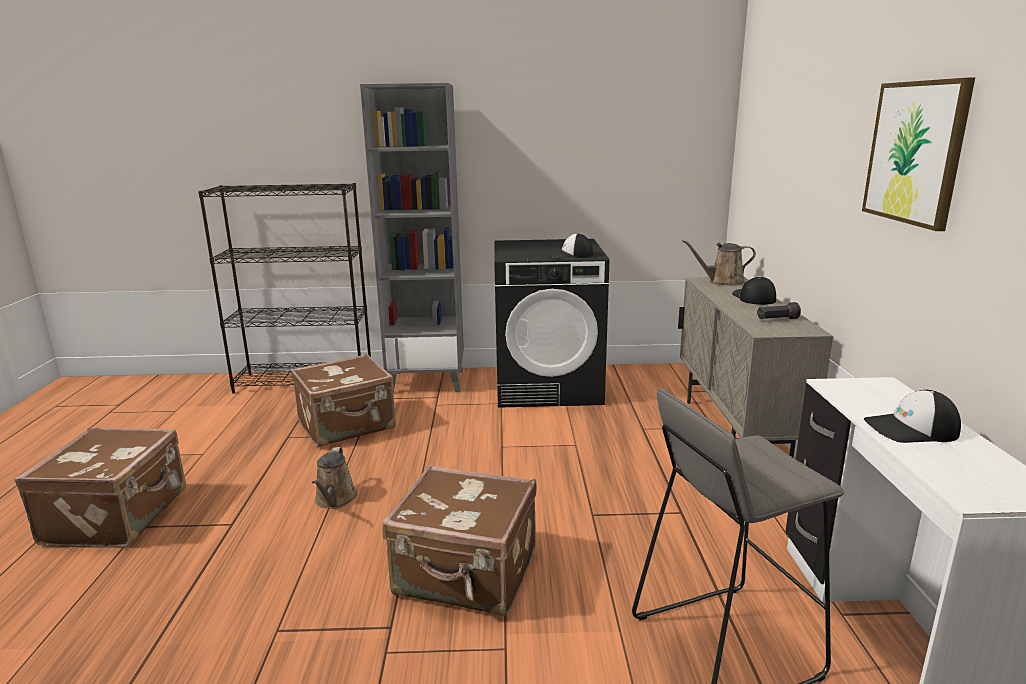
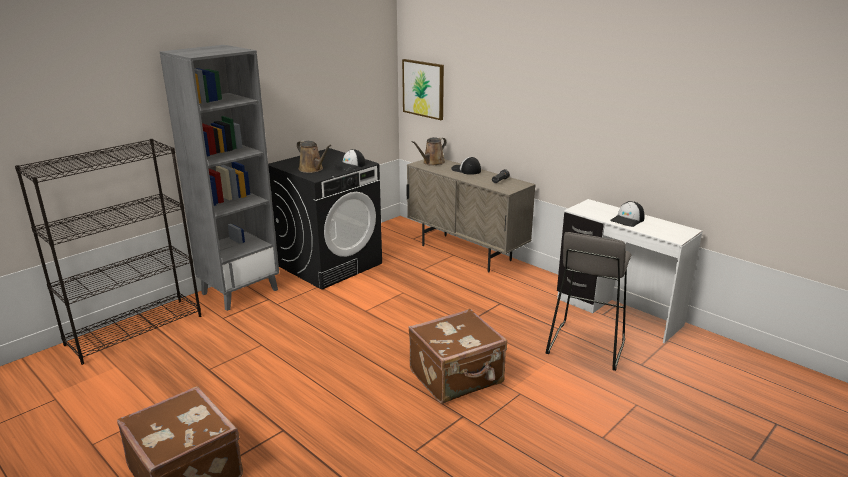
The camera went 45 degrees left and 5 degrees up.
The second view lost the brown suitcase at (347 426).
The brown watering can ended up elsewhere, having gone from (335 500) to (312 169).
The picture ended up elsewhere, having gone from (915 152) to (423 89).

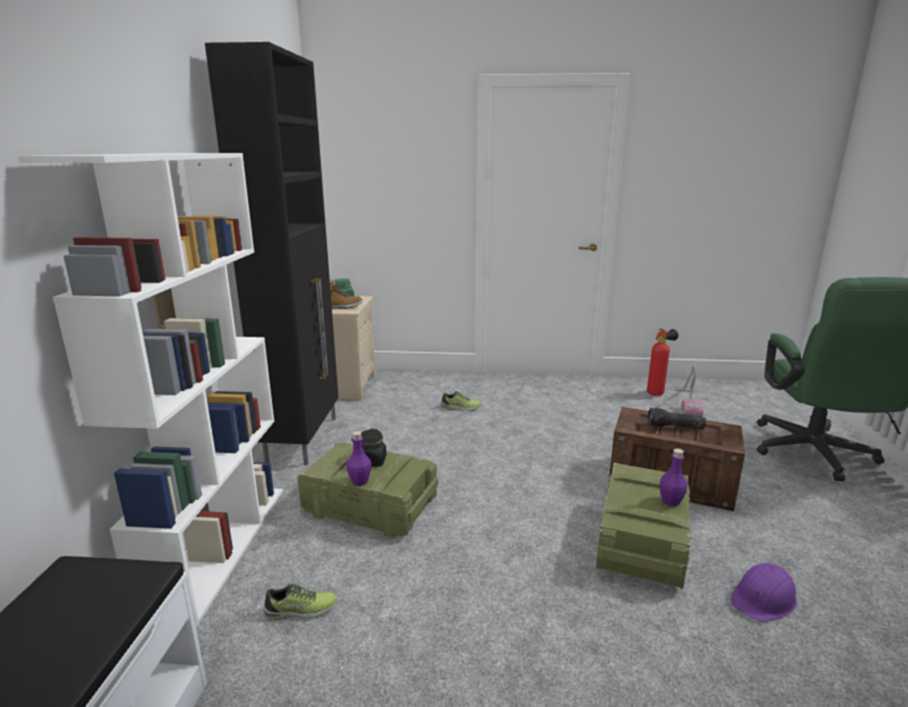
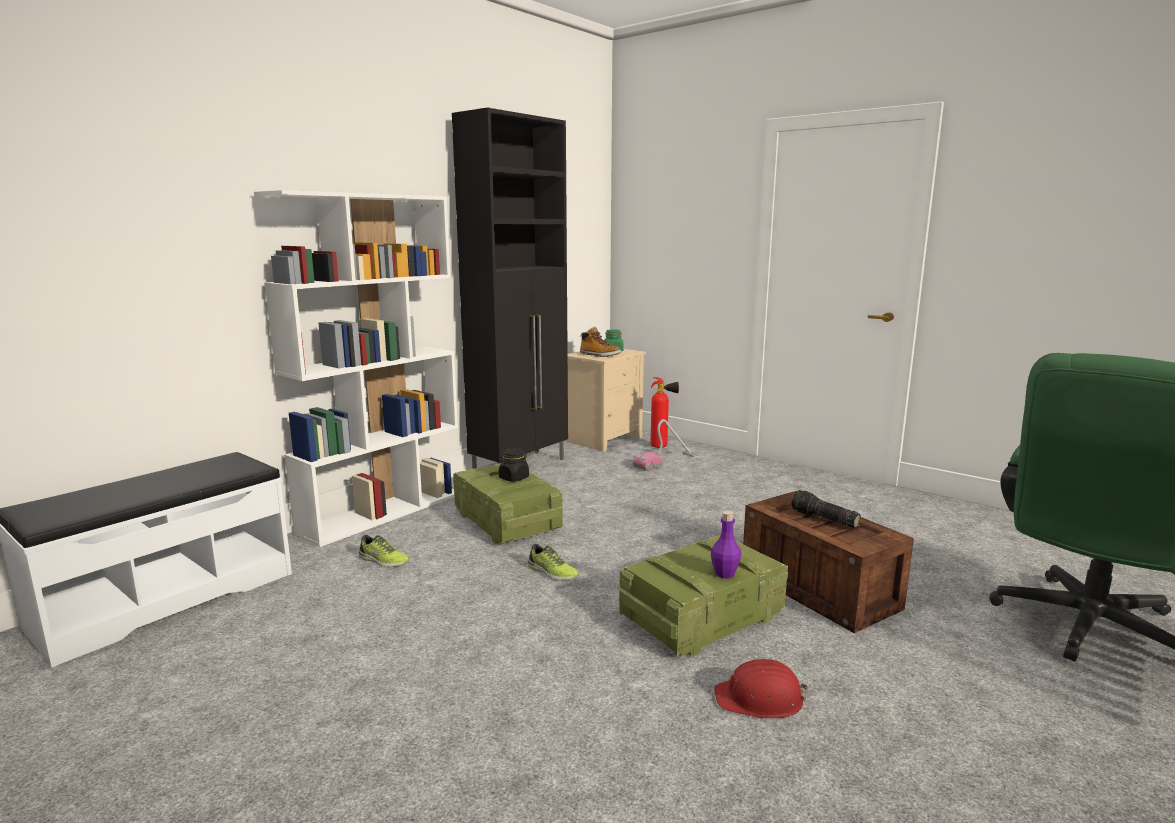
The camera went 35 degrees right and 5 degrees down.
The second view lost the purple bottle at (360 481).
The shoe ended up elsewhere, having gone from (460 407) to (551 572).
The fire extinguisher ended up elsewhere, having gone from (657 393) to (662 447).
The vacuum cleaner ended up elsewhere, having gone from (688 403) to (666 462).
What was the purple hard hat at (764 598) turned into the red hard hat at (760 699).

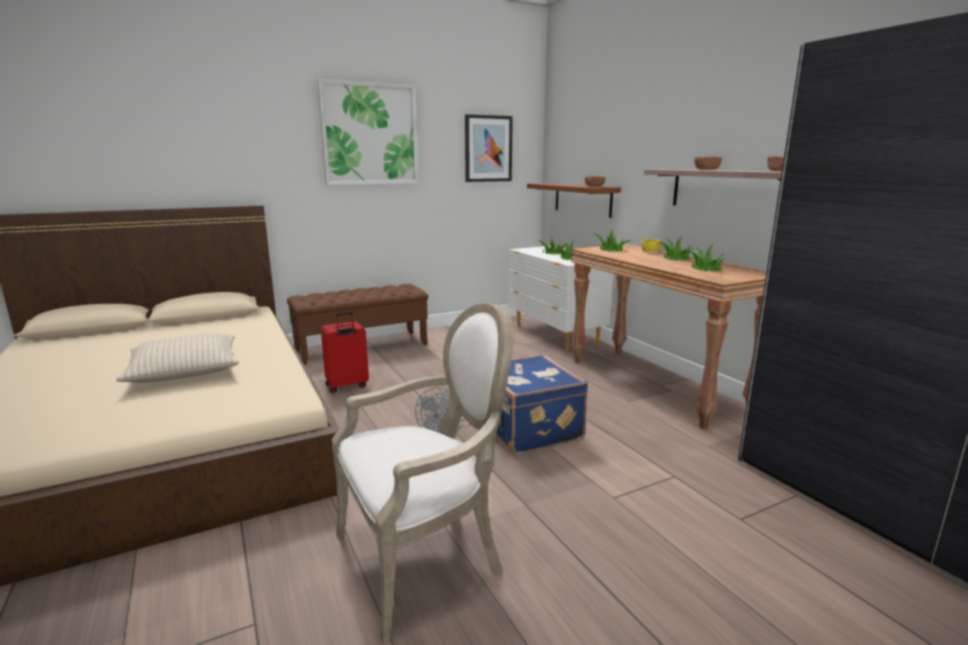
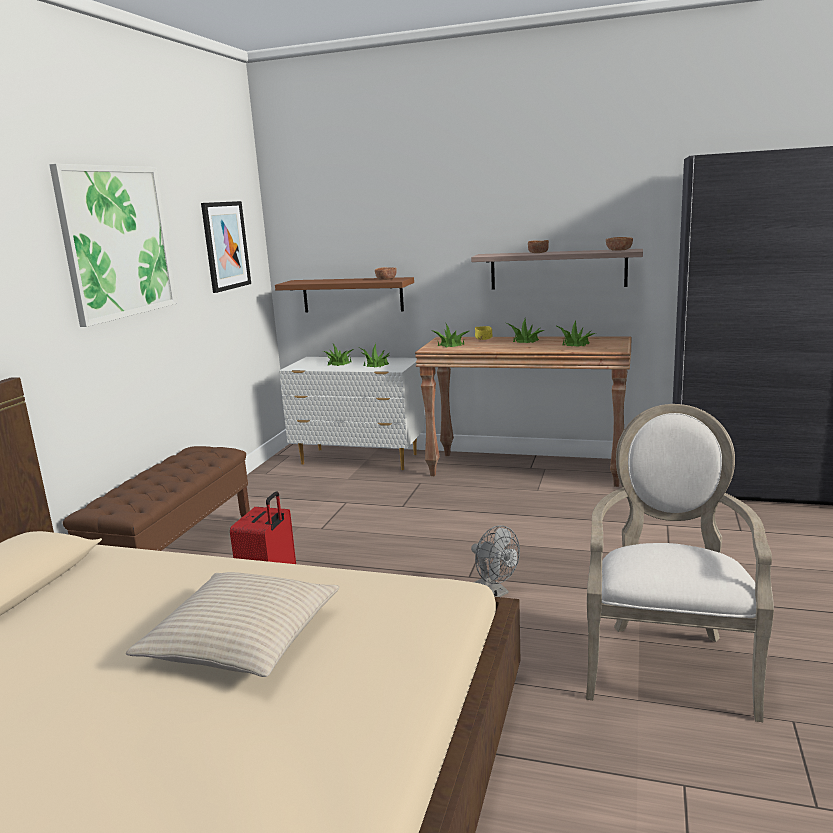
The camera went 45 degrees left and 0 degrees up.
The second view lost the blue suitcase at (527 429).

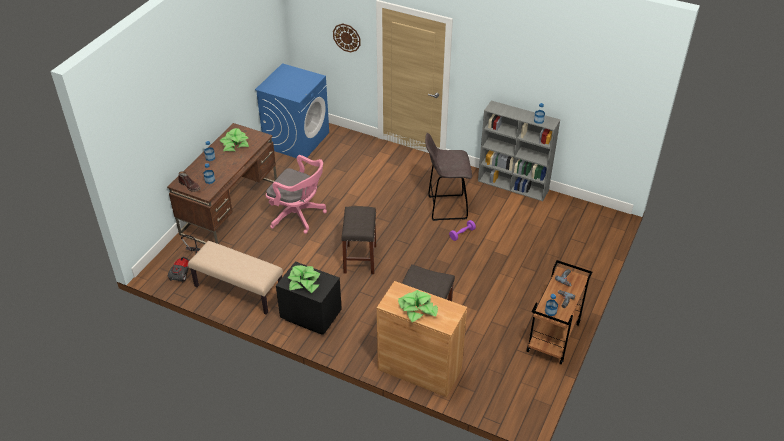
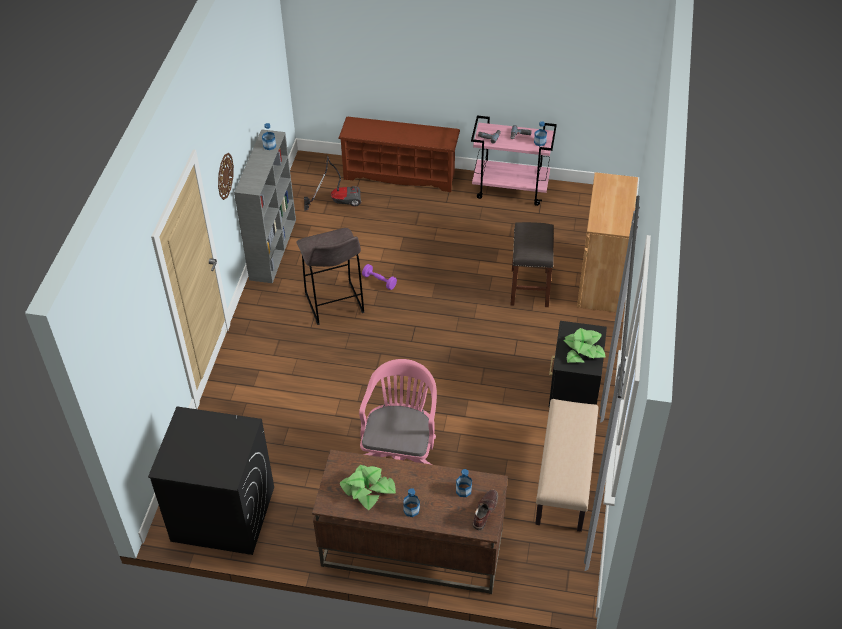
The camera went 105 degrees left and 5 degrees up.
The vacuum cleaner ended up elsewhere, having gone from (185 268) to (338 200).
What was the blue washing machine at (296 139) turned into the black washing machine at (222 514).
The wall clock ended up elsewhere, having gone from (347 37) to (224 176).
The second view lost the grey stool at (359 258).
The second view lost the potted plant at (417 309).
What was the brown cart at (553 338) turned into the pink cart at (511 189).
The second view gained the brown shoe rack at (401 174).

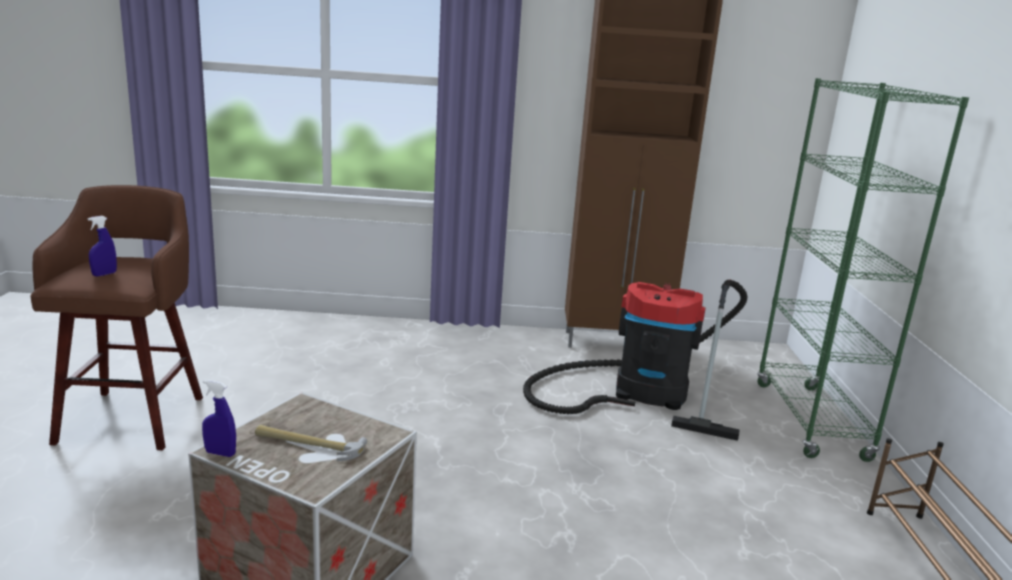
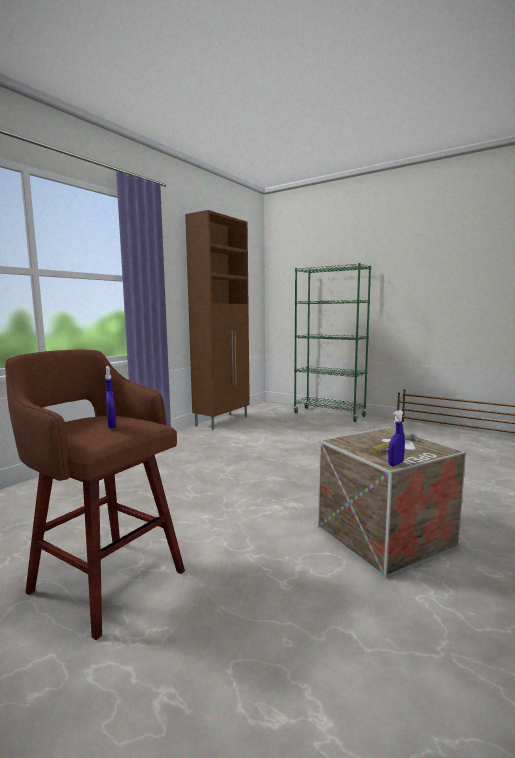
The camera went 55 degrees left and 10 degrees down.
The second view lost the vacuum cleaner at (641 393).

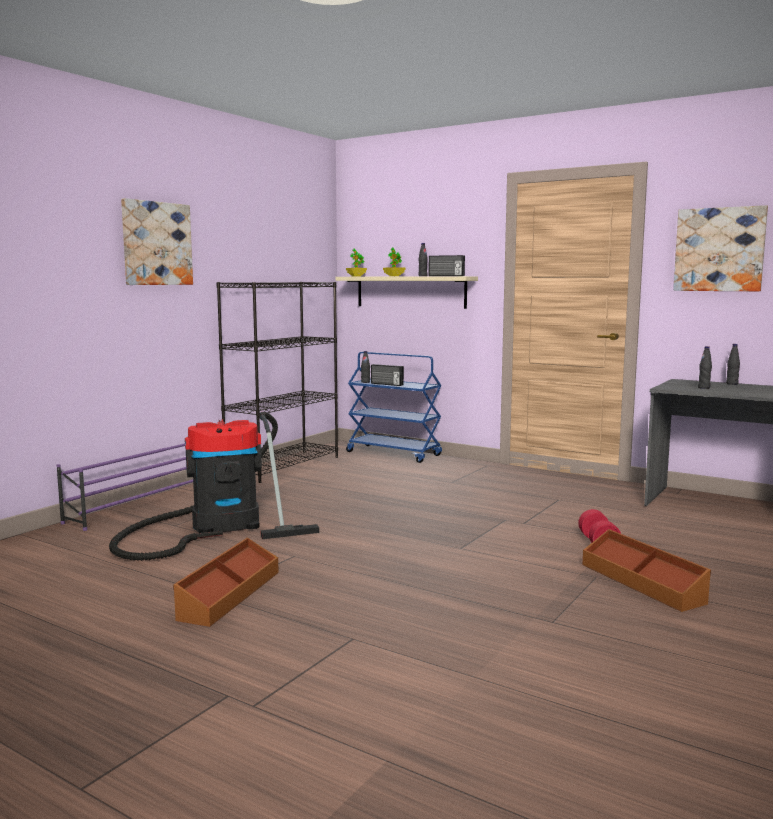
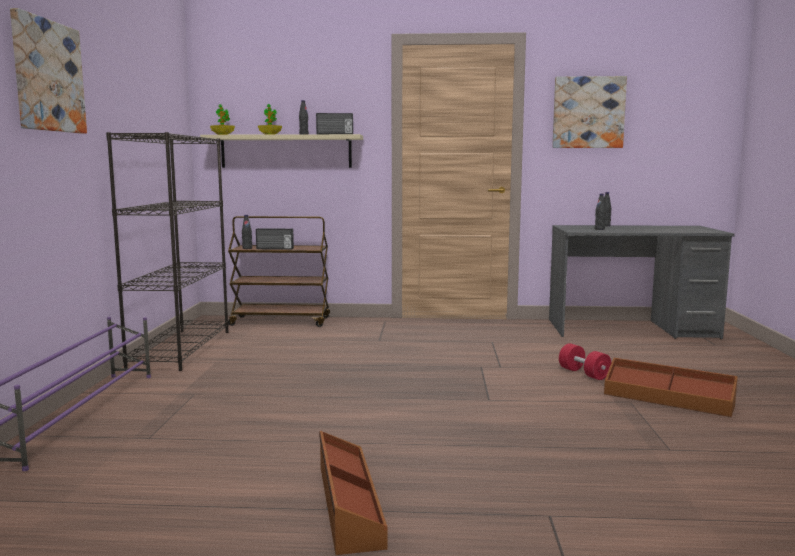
The camera went 30 degrees left and 0 degrees up.
The second view lost the vacuum cleaner at (218 526).
What was the blue cart at (394 453) turned into the brown cart at (281 321).

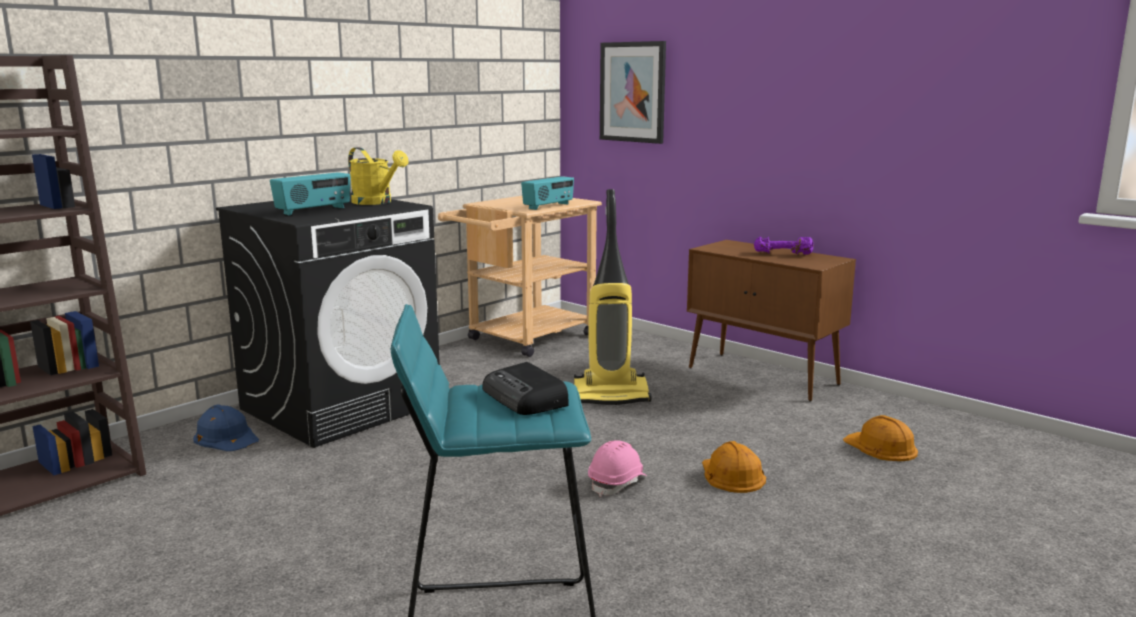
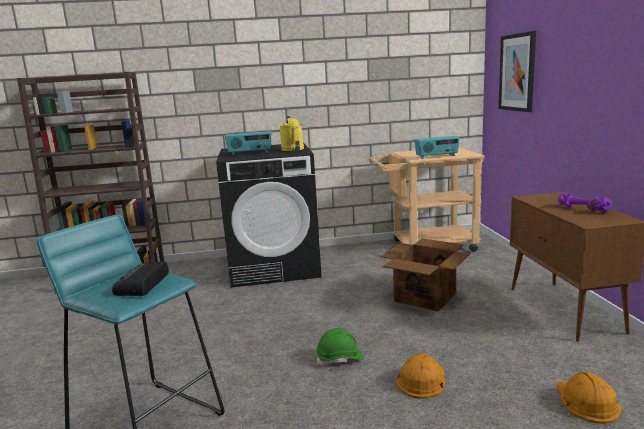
The camera went 40 degrees right and 0 degrees up.
The second view lost the blue hard hat at (226 437).
Where the vacuum cleaner stood at (611 395), the cardboard box came to stand at (425 297).
What was the pink hard hat at (617 483) turned into the green hard hat at (340 359).

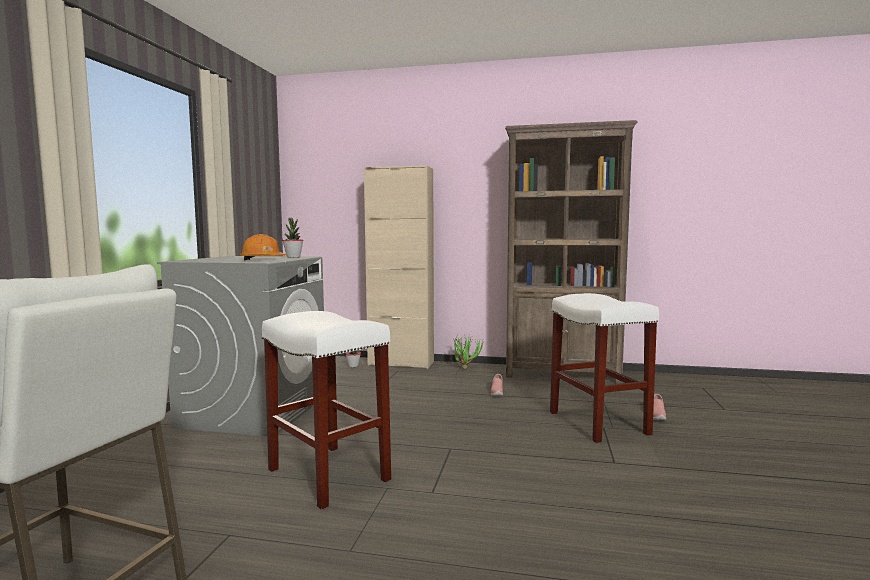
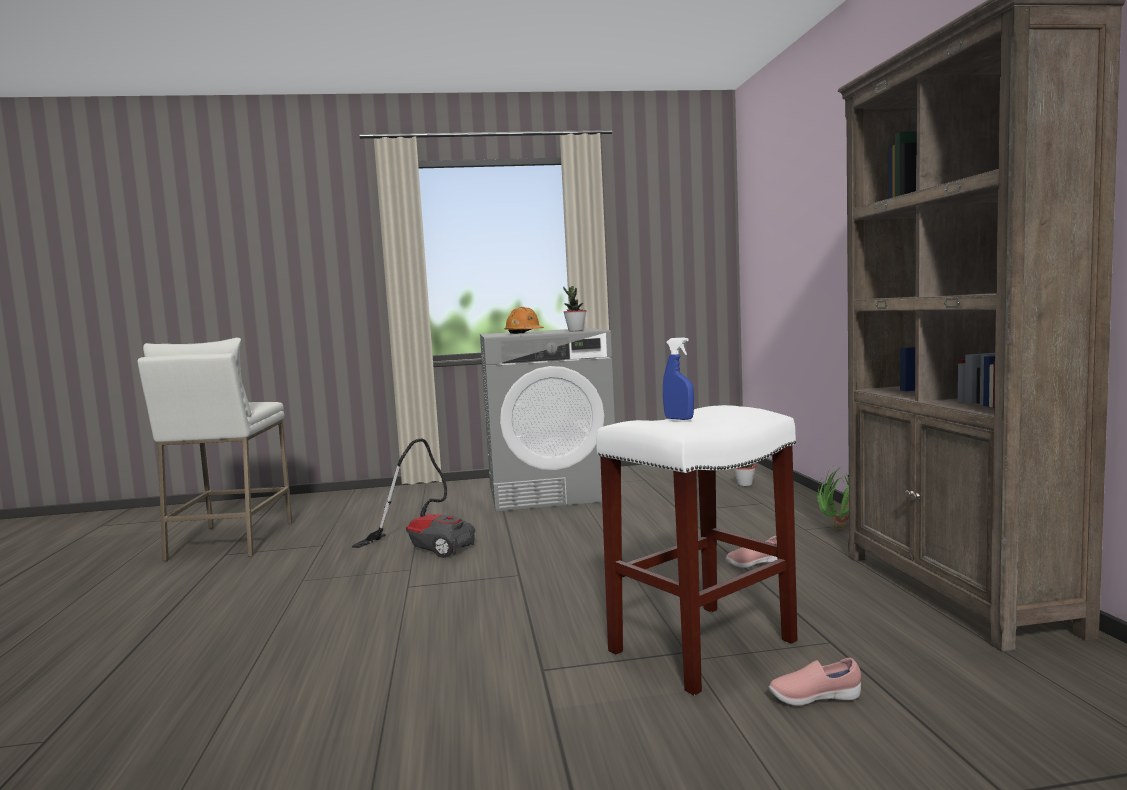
The camera went 70 degrees right and 0 degrees up.
Where the white stool stood at (330 475), the vacuum cleaner came to stand at (427 546).
The second view lost the beige cabinet at (401 363).
The second view gained the blue spray bottle at (679 419).

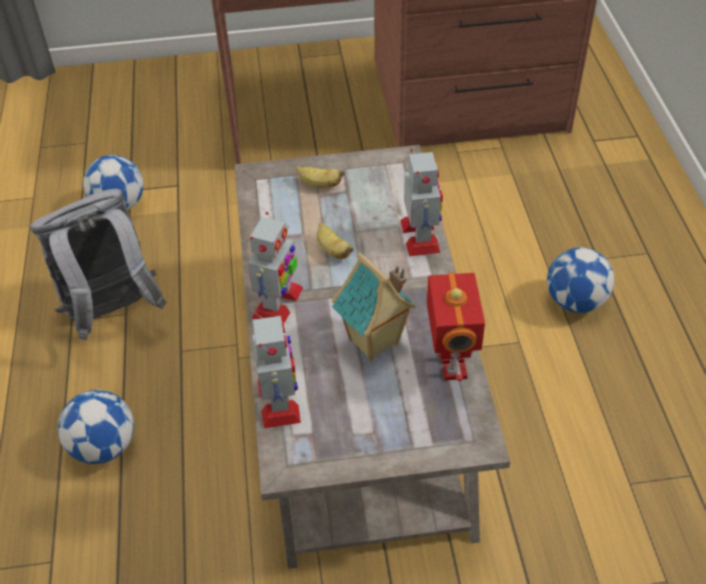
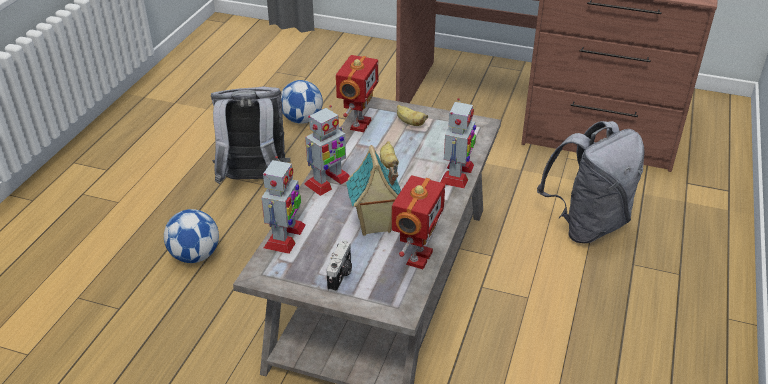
The camera went 25 degrees right and 10 degrees down.
The second view lost the football at (575 301).
The second view gained the photo camera at (341 276).
The second view gained the toy robot at (358 124).
The second view gained the grey backpack at (586 225).

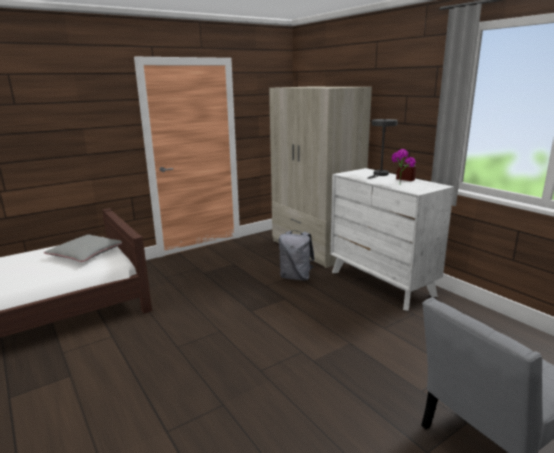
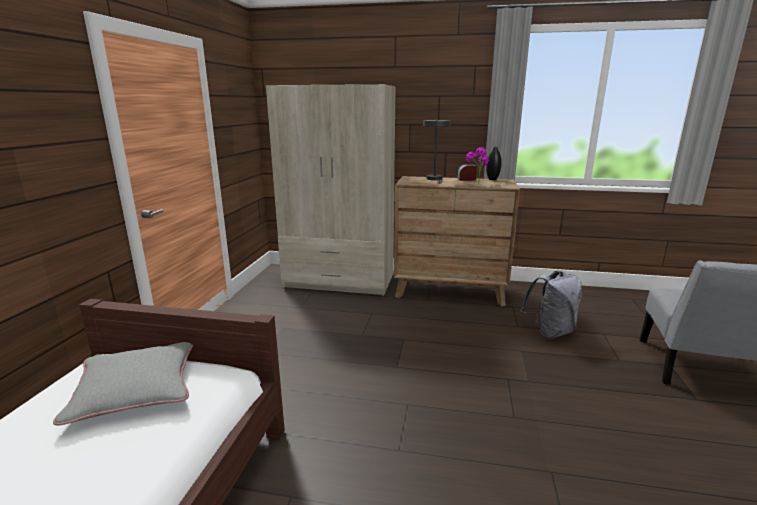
The camera went 45 degrees left and 0 degrees up.
The grey backpack ended up elsewhere, having gone from (296 277) to (550 332).
What was the white dresser at (381 283) turned into the brown dresser at (450 291).
The second view gained the black vase at (492 179).

